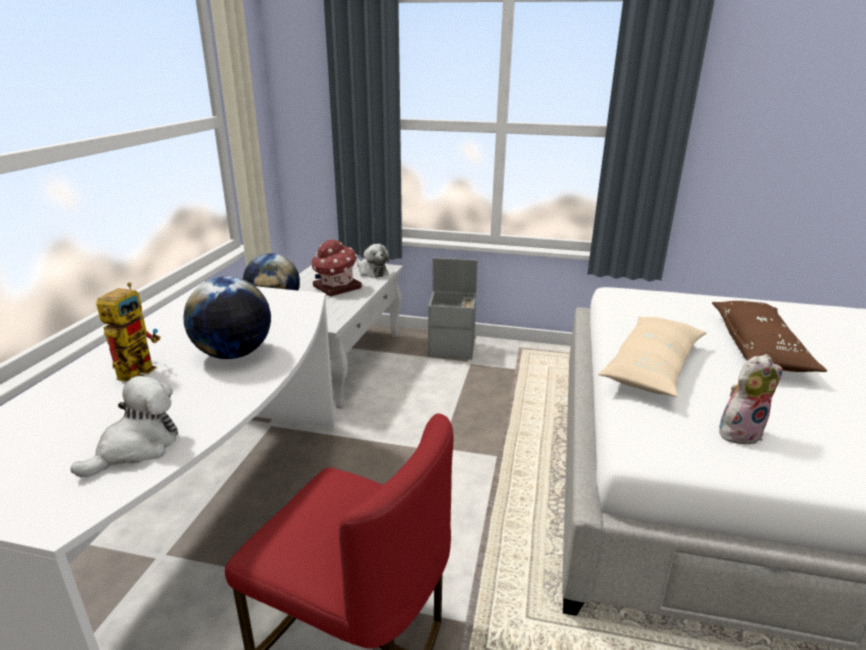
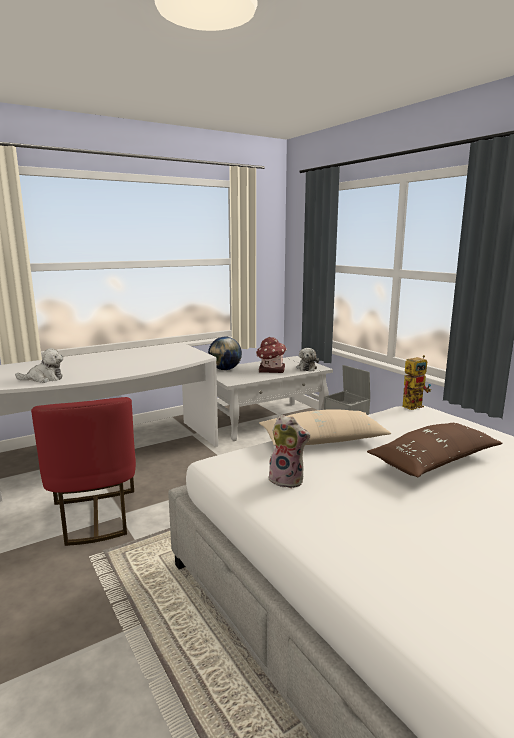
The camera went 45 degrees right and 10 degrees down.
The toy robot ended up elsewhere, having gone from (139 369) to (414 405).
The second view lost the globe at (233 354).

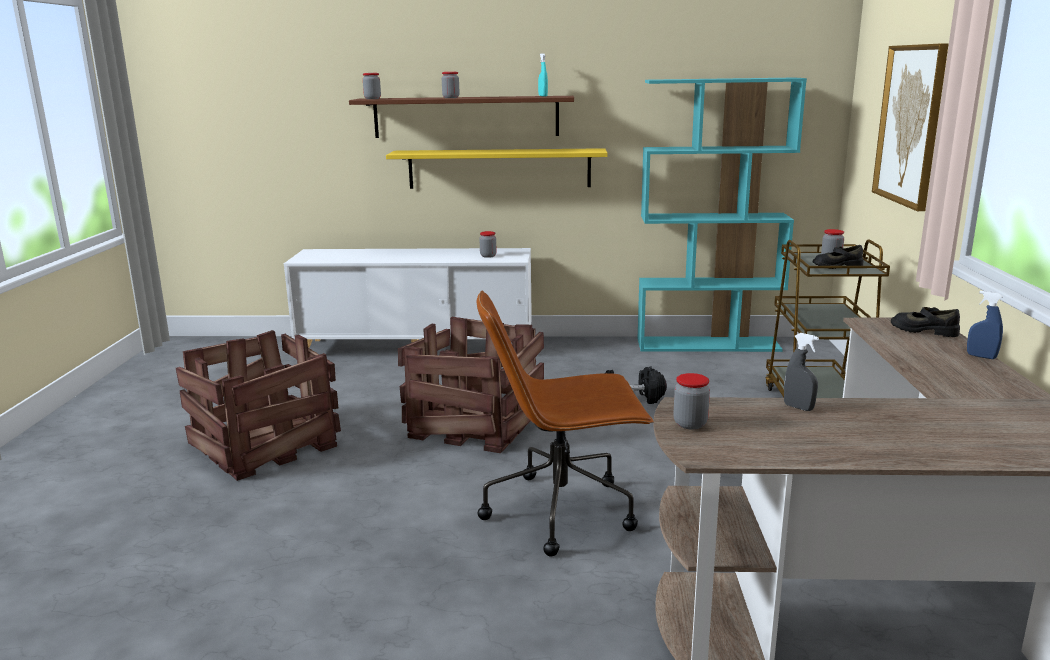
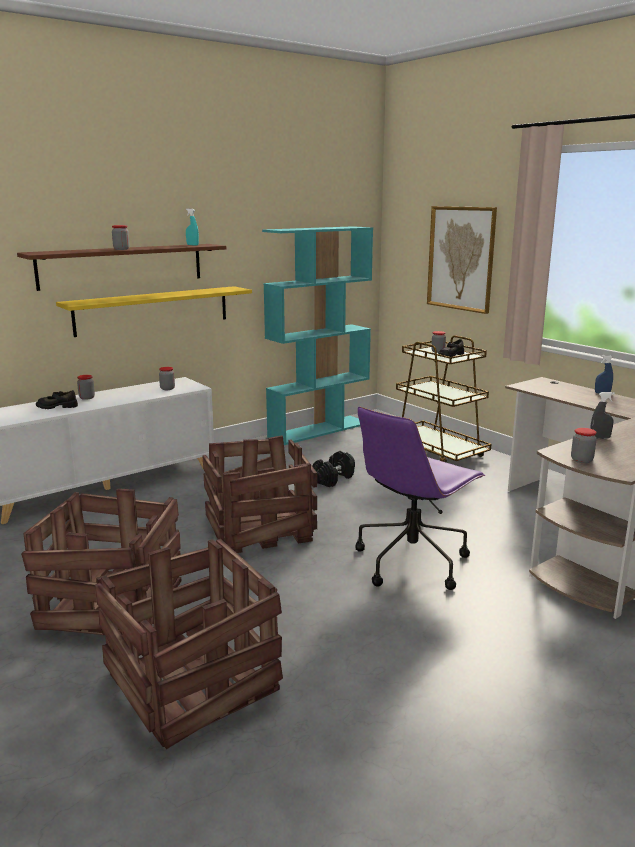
The camera went 40 degrees left and 0 degrees up.
The jar ended up elsewhere, having gone from (372 98) to (87 398).
What was the brown office chair at (562 511) turned into the purple office chair at (412 561).
The black shoe ended up elsewhere, having gone from (924 330) to (57 406).
The second view gained the crate at (191 681).

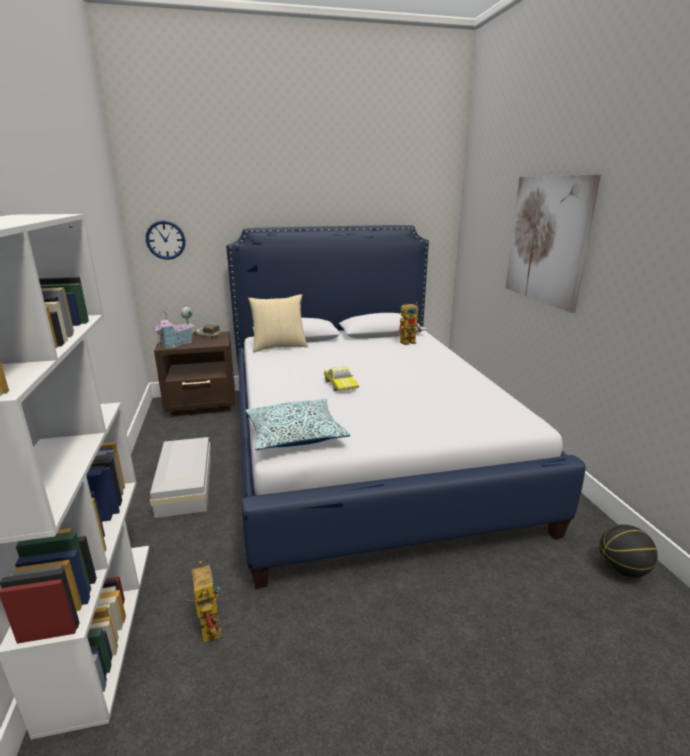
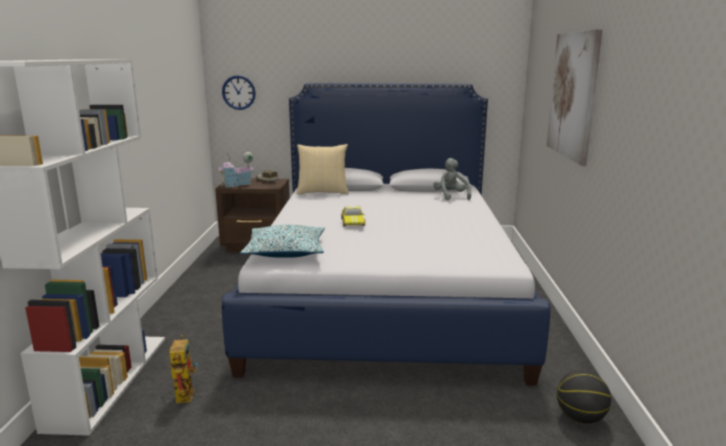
The camera went 15 degrees right and 5 degrees down.
The second view lost the white storage box at (187 484).
Where the toy robot stood at (410 342), the grey plush toy came to stand at (451 196).

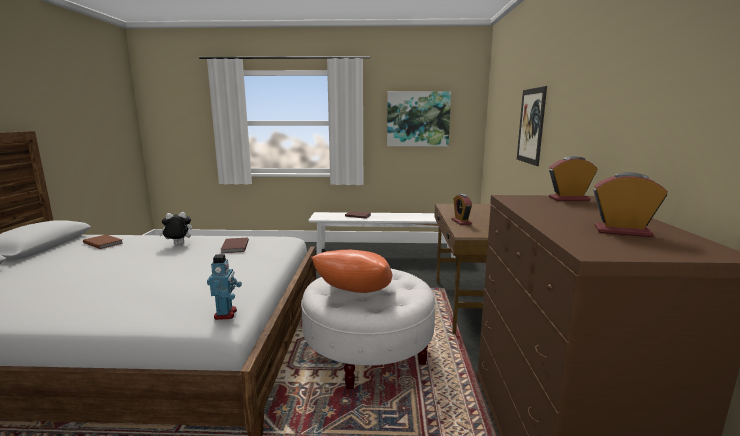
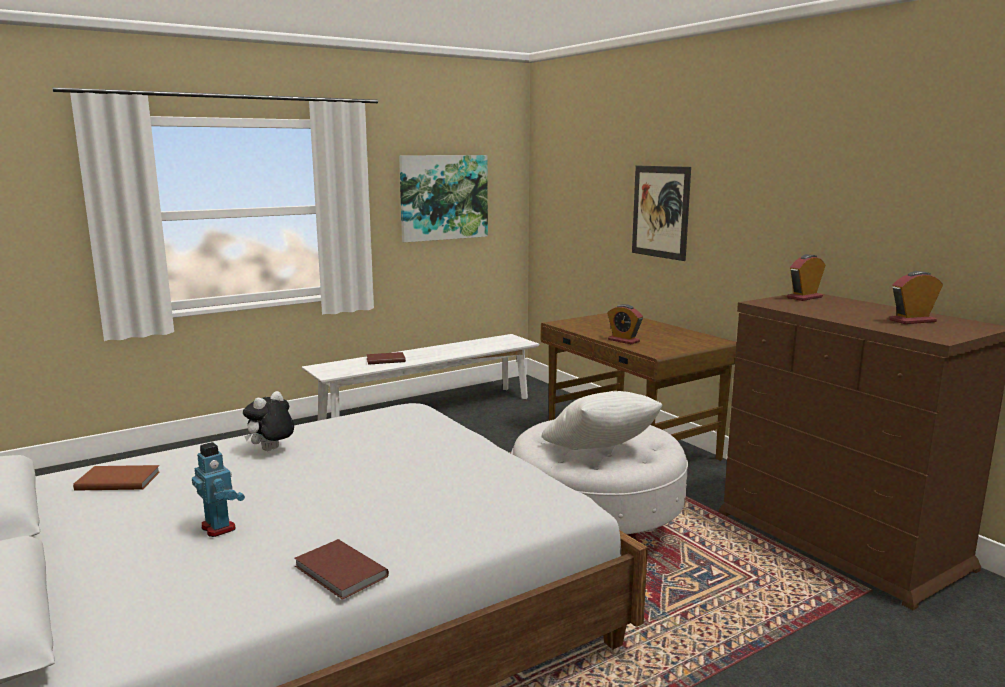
The camera went 35 degrees left and 0 degrees up.
The toy robot ended up elsewhere, having gone from (226 314) to (219 527).
The brown book ended up elsewhere, having gone from (234 247) to (340 573).
What was the orange pillow at (355 295) turned into the white pillow at (600 452).

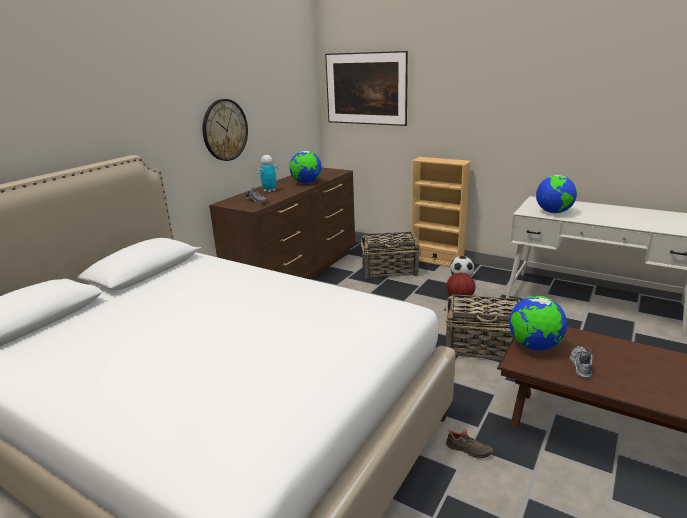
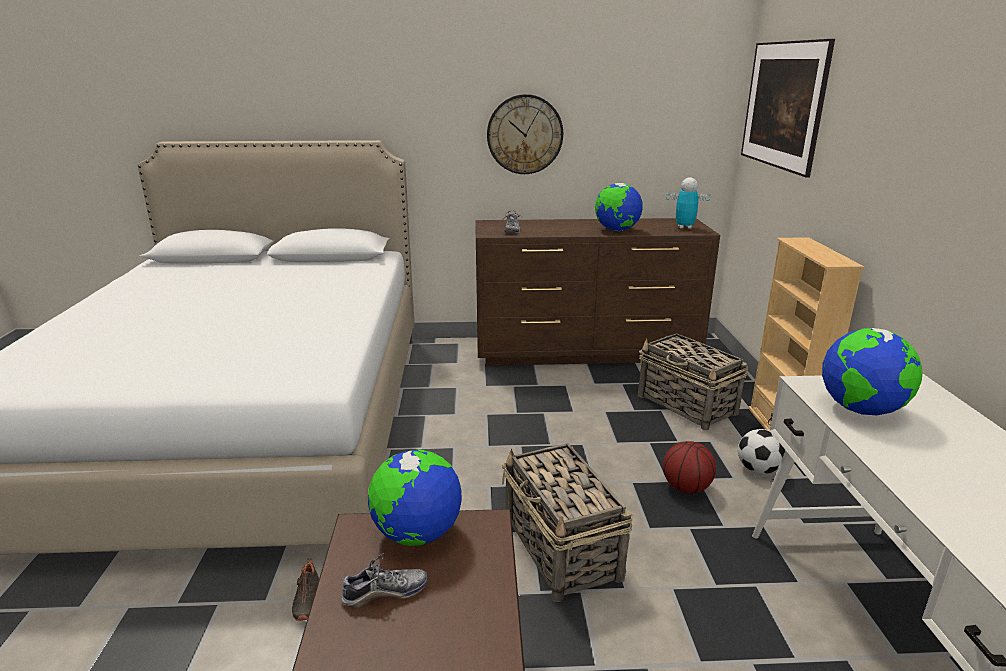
The camera went 55 degrees right and 0 degrees up.
The toy robot ended up elsewhere, having gone from (269 190) to (684 227).

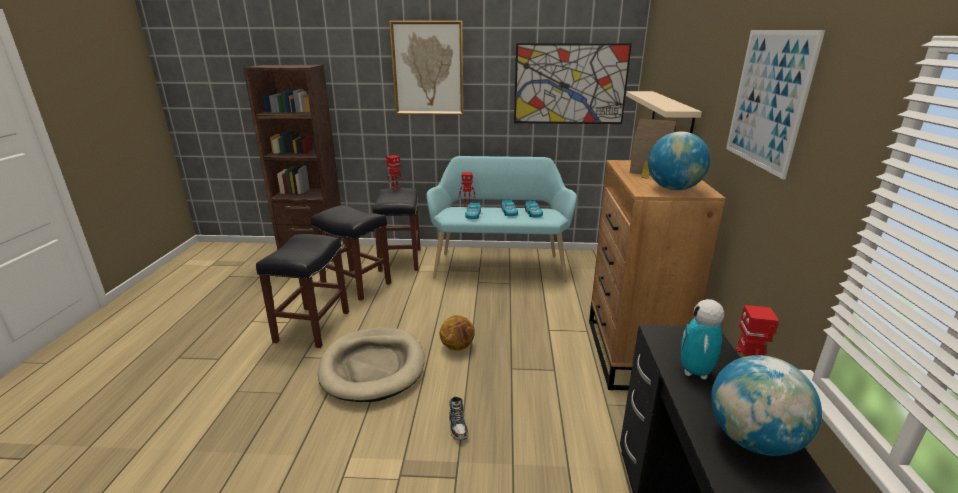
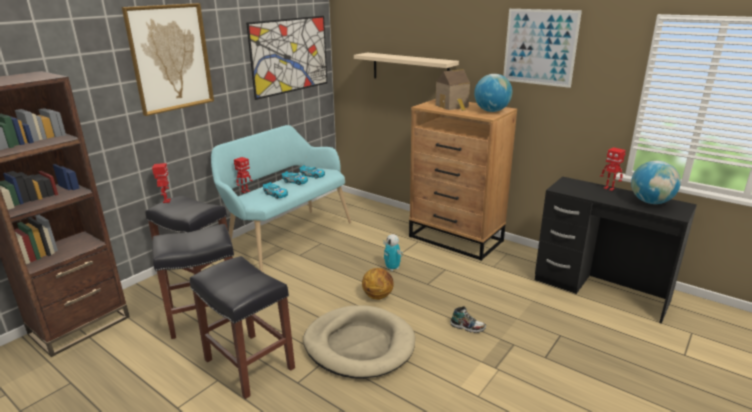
The camera went 55 degrees left and 0 degrees up.
The toy robot ended up elsewhere, having gone from (695 372) to (392 268).

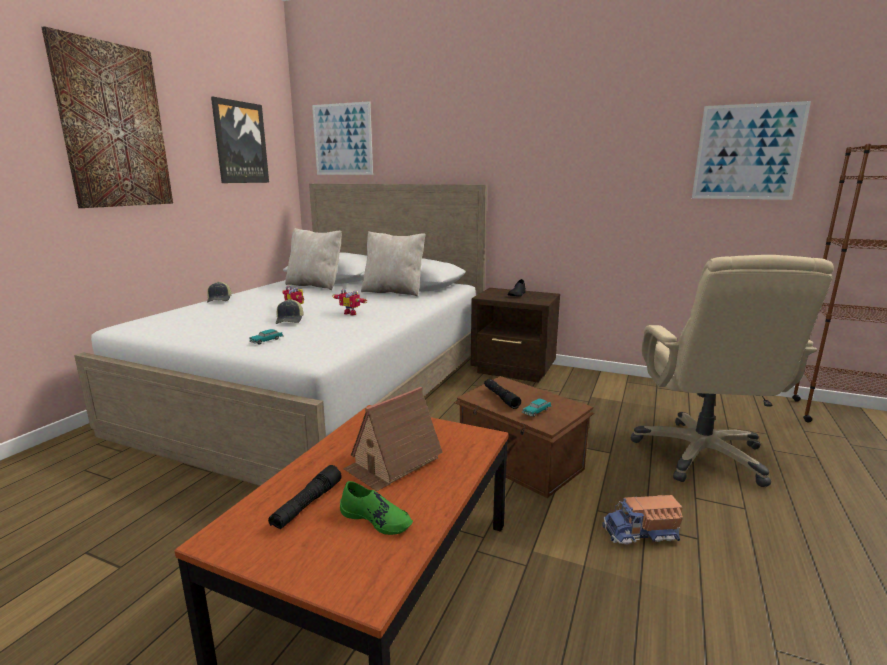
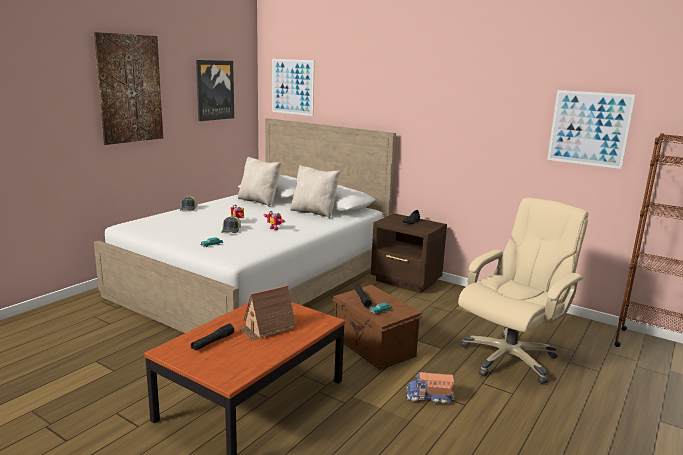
The camera went 10 degrees right and 0 degrees up.
The second view lost the green shoe at (376 519).
The beige office chair at (701 455) ended up facing another way, 150 degrees counterclockwise from before.

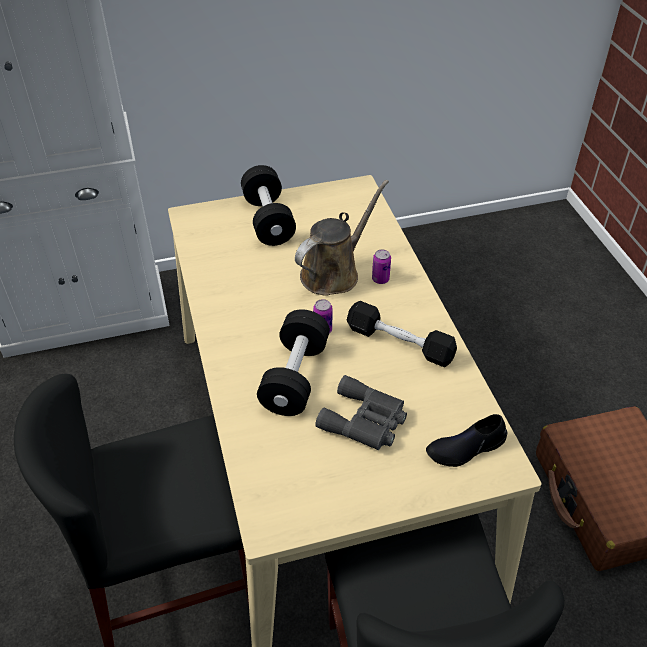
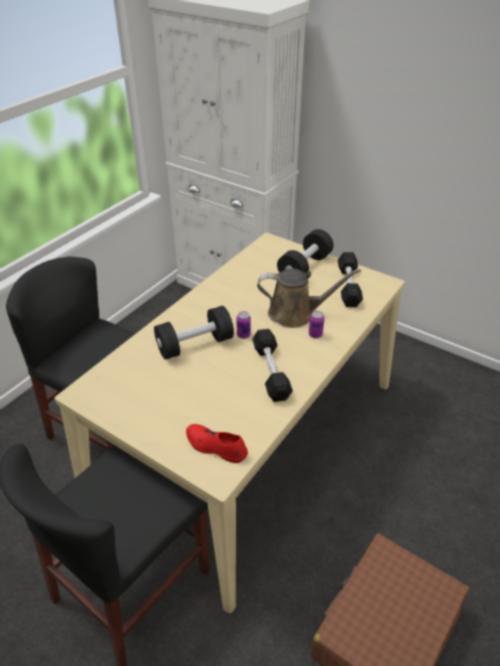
The camera went 50 degrees right and 5 degrees down.
The second view lost the grey binoculars at (365 421).
What was the black shoe at (465 448) turned into the red shoe at (215 446).
The second view gained the black dumbbell at (348 286).

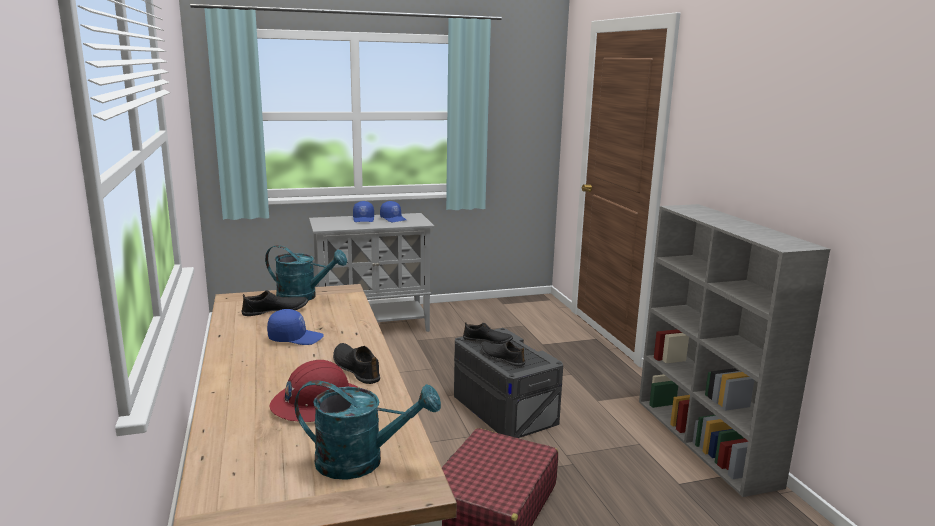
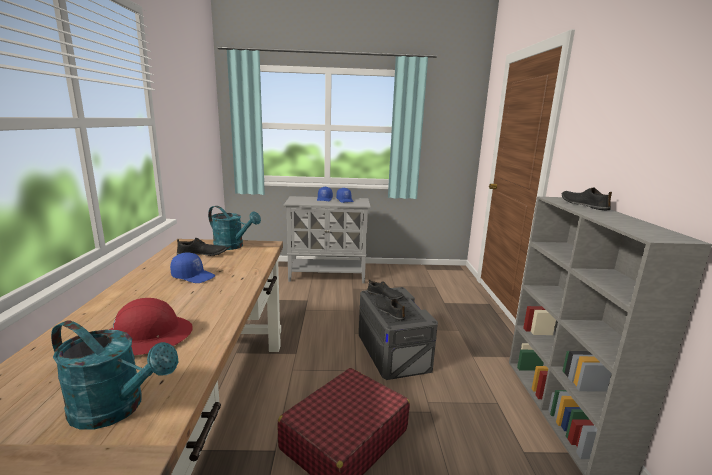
The camera went 15 degrees right and 0 degrees up.
The black shoe ended up elsewhere, having gone from (356 368) to (583 204).

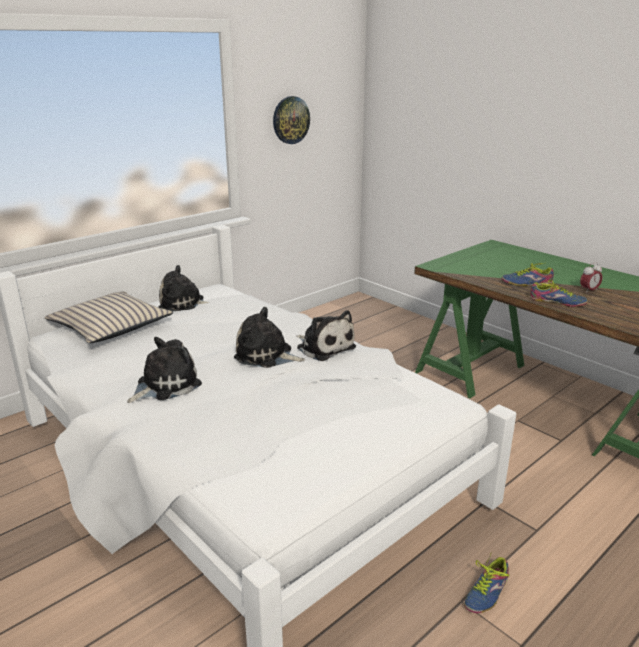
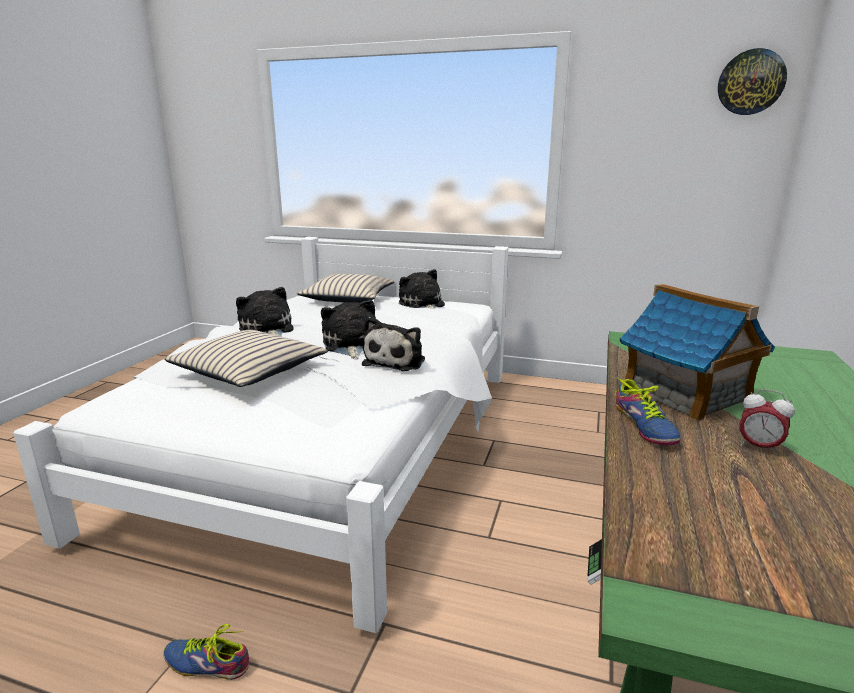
The camera went 60 degrees right and 5 degrees down.
The plush toy at (165 385) ended up facing another way, 135 degrees counterclockwise from before.
The wall clock ended up elsewhere, having gone from (290 120) to (751 82).
Where the shoe stood at (526 282), the toy house came to stand at (686 394).
The second view gained the beige pillow at (249 371).

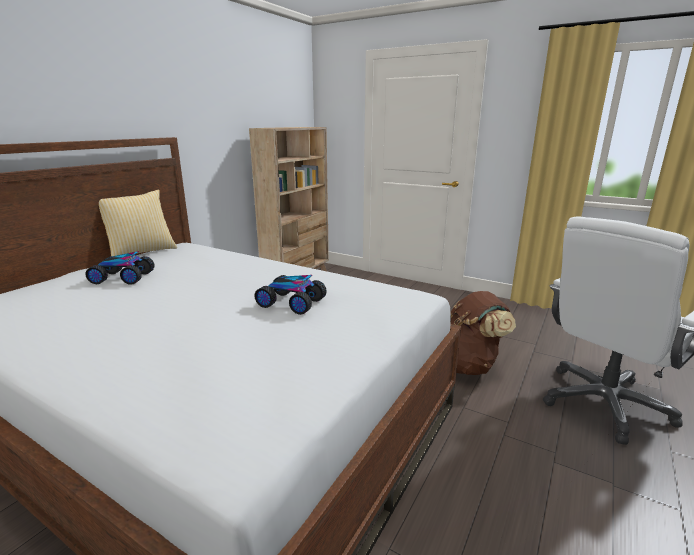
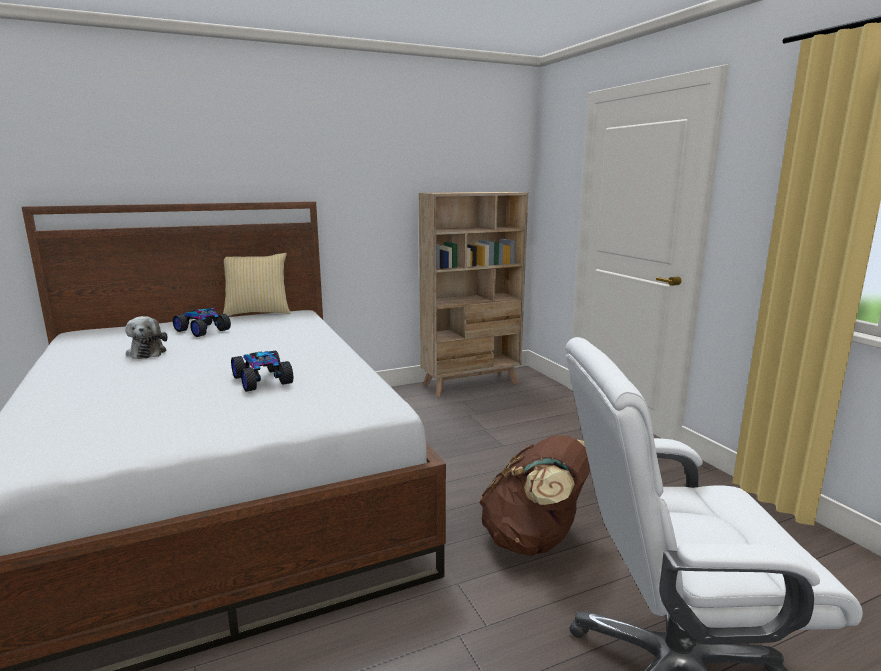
The camera went 35 degrees right and 5 degrees down.
The second view gained the plush toy at (147 352).

